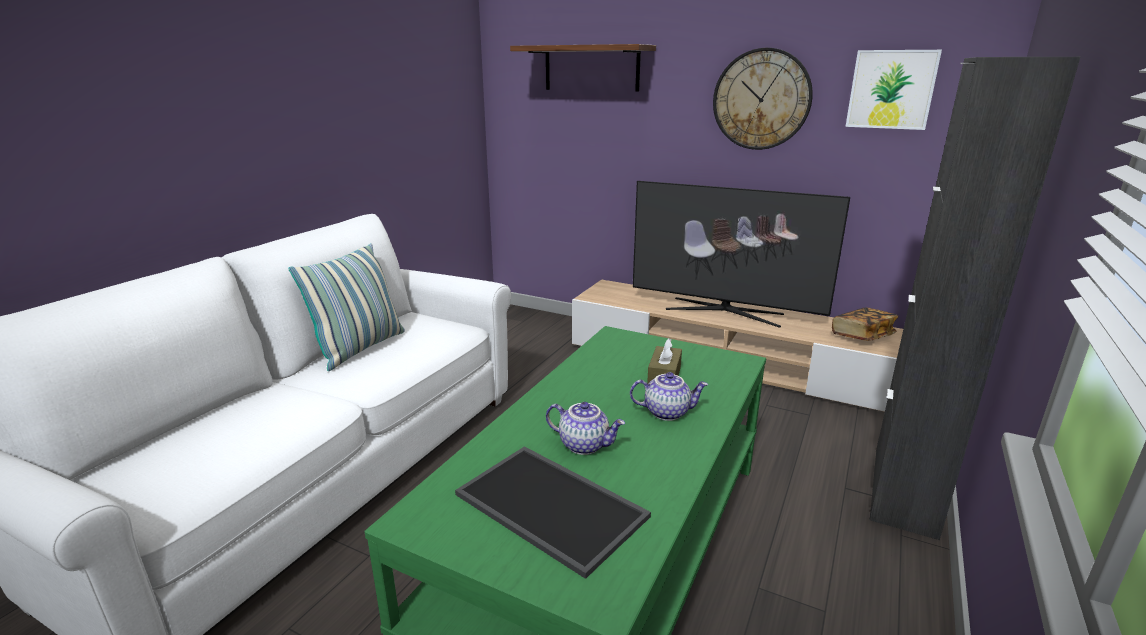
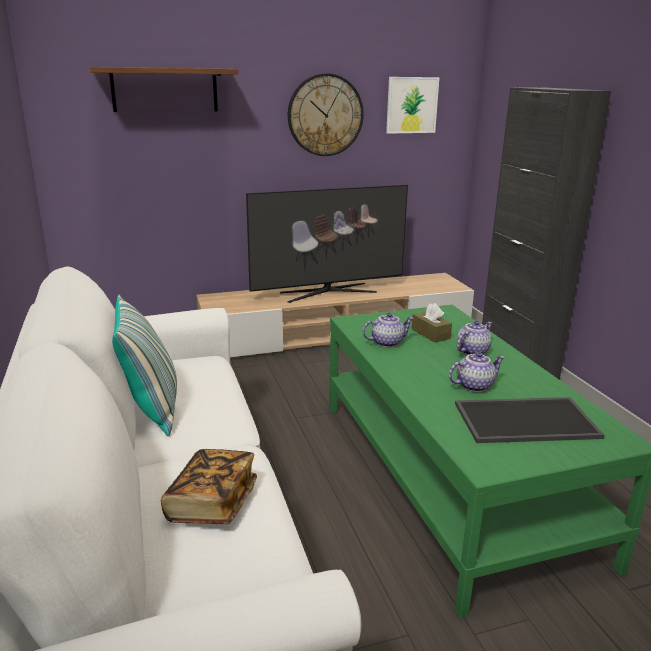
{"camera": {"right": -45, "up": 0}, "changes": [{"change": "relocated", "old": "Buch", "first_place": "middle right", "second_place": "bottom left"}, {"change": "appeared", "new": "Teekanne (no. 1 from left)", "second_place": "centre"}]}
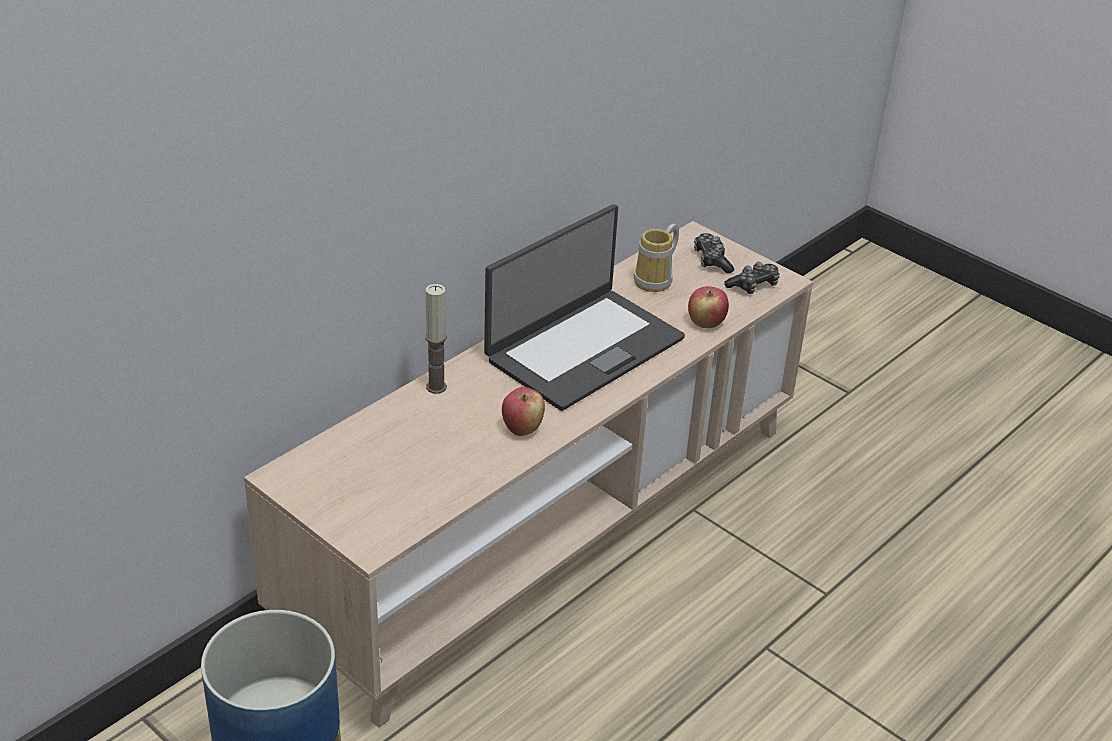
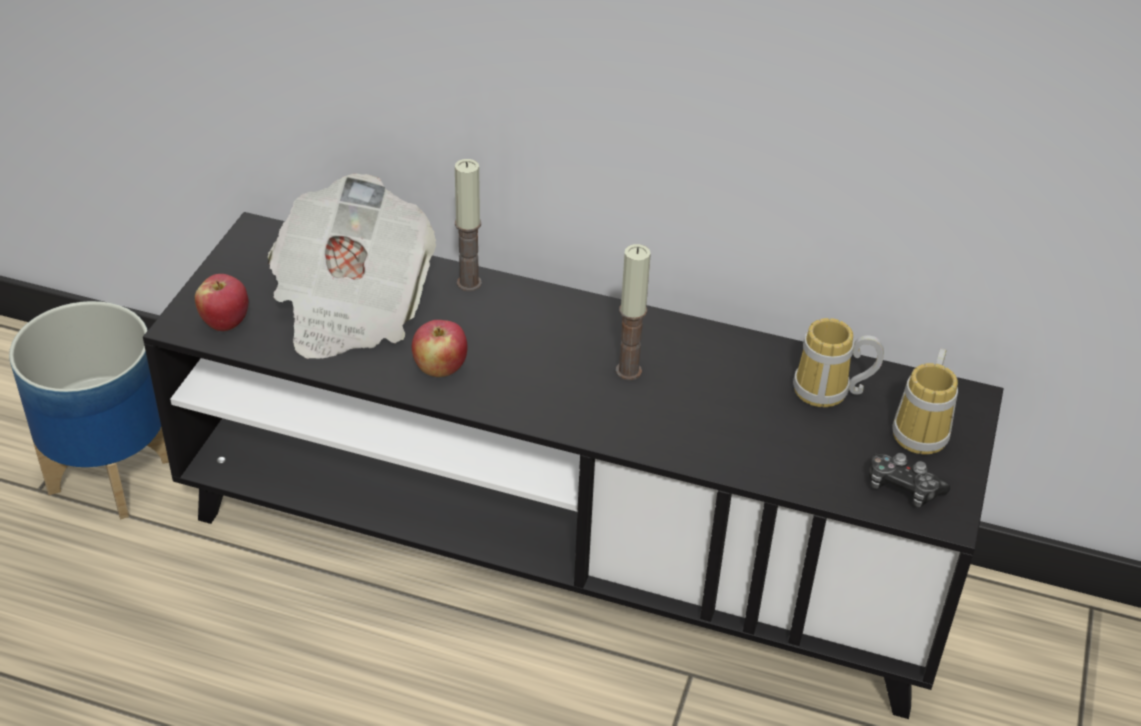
{"camera": {"right": 65, "up": 5}, "changes": [{"change": "colour", "old": "Fernsehschrank/beige", "new": "Fernsehschrank/schwarz", "first_place": "centre", "second_place": "centre"}, {"change": "relocated", "old": "Apfel (no. 2 from left in the first image)", "new": "Apfel (no. 1 from left)", "first_place": "centre", "second_place": "middle left"}, {"change": "appeared", "new": "Zeitung", "second_place": "middle left"}, {"change": "exchanged", "old": "Laptop", "new": "Kerze (no. 2 from left)", "first_place": "centre", "second_place": "centre"}, {"change": "exchanged", "old": "Gamepad (no. 1 from left)", "new": "Henkelbecher (no. 2 from left)", "first_place": "centre", "second_place": "middle right"}]}
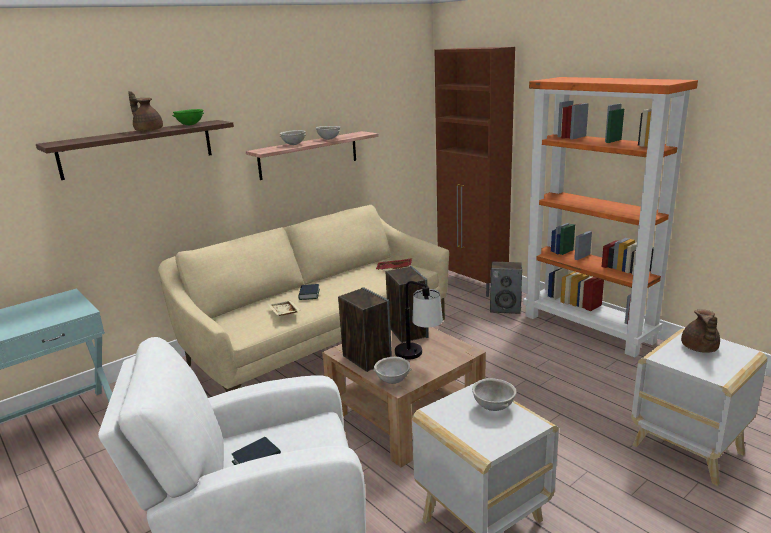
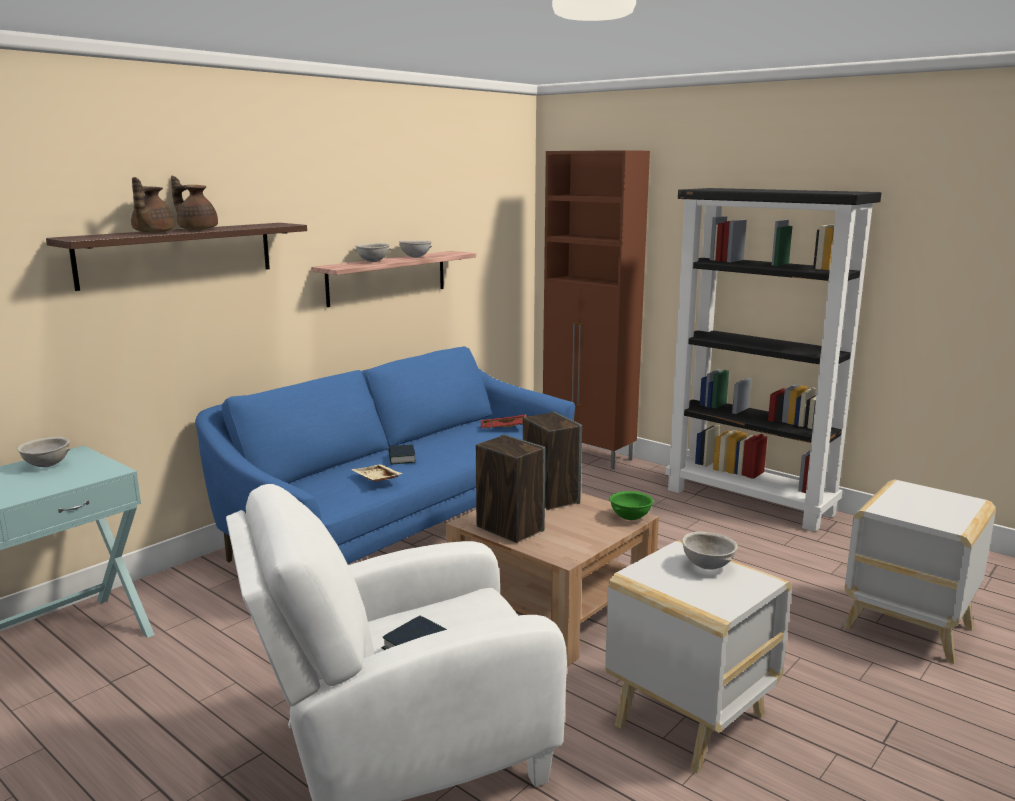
{"camera": {"right": -10, "up": -5}, "changes": [{"change": "relocated", "old": "Schüssel/grau (no. 3 from left in the first image)", "new": "Schüssel/grau (no. 1 from left)", "first_place": "bottom centre", "second_place": "middle left"}, {"change": "relocated", "old": "Teekanne/braun (no. 2 from left in the first image)", "new": "Teekanne/braun (no. 1 from left)", "first_place": "middle right", "second_place": "top left"}, {"change": "colour", "old": "Sofa/beige", "new": "Sofa/blau", "first_place": "centre", "second_place": "centre"}, {"change": "relocated", "old": "Schüssel/grün", "first_place": "top left", "second_place": "centre"}, {"change": "colour", "old": "Bücherregal/orange", "new": "Bücherregal/schwarz", "first_place": "middle right", "second_place": "middle right"}, {"change": "missing", "old": "Tischlampe", "first_place": "centre"}, {"change": "missing", "old": "Lautsprecher (no. 3 from left)", "first_place": "centre"}]}
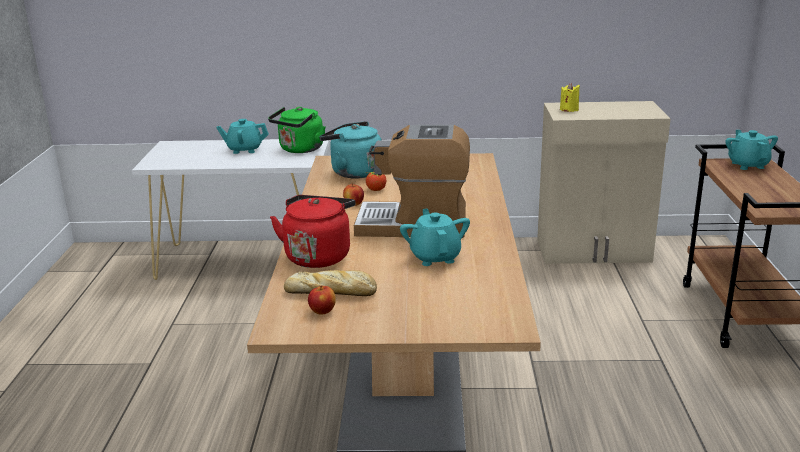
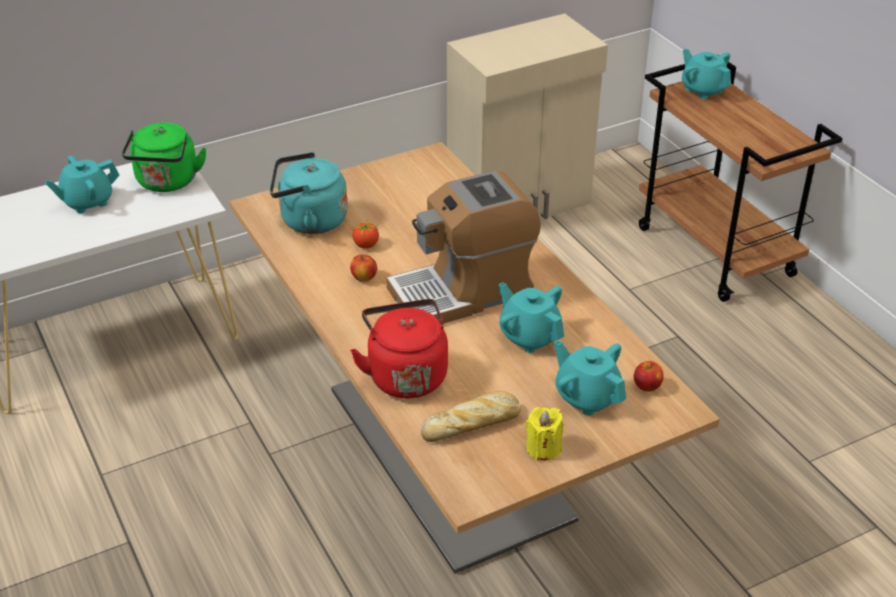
{"camera": {"right": -30, "up": 15}, "changes": [{"change": "relocated", "old": "Kerze/gelb", "first_place": "top right", "second_place": "bottom centre"}, {"change": "appeared", "new": "Teekanne/türkis (no. 3 from left)", "second_place": "centre"}, {"change": "relocated", "old": "Apfel (no. 1 from left in the first image)", "new": "Apfel (no. 2 from left)", "first_place": "centre", "second_place": "middle right"}]}
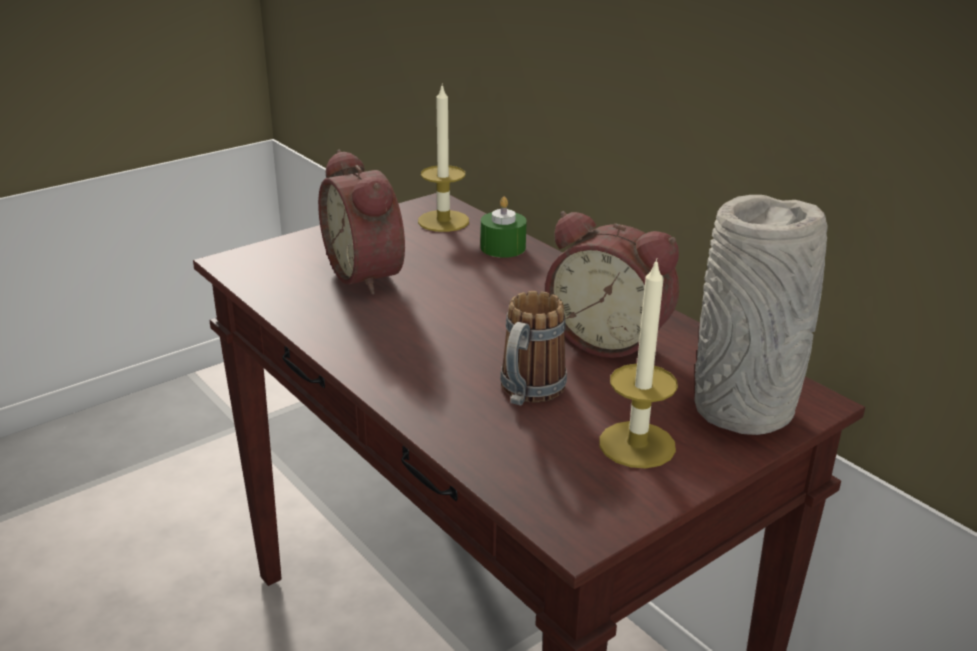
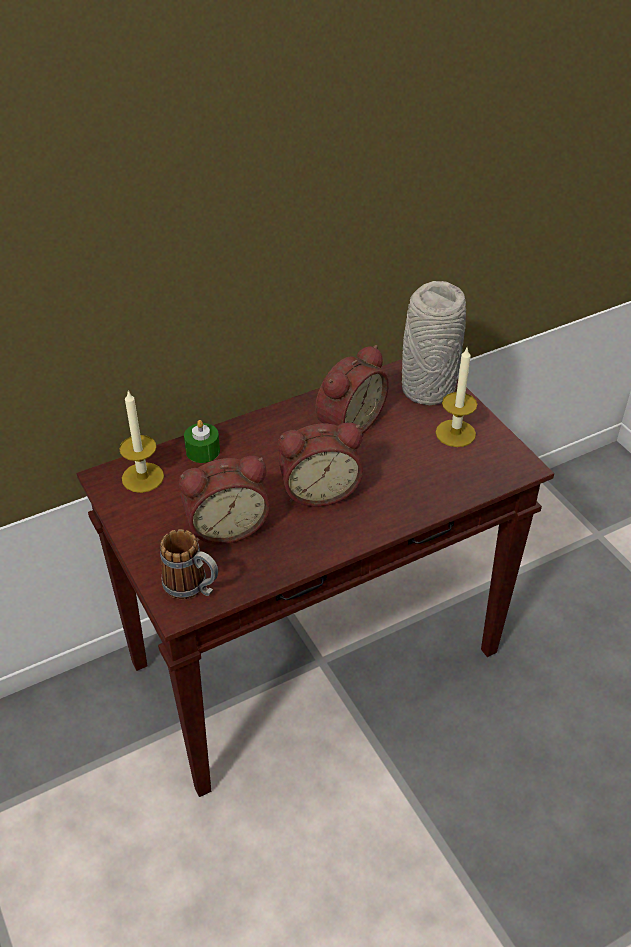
{"camera": {"right": -80, "up": 15}, "changes": [{"change": "relocated", "old": "Henkelbecher", "first_place": "centre", "second_place": "middle left"}, {"change": "appeared", "new": "Wecker (no. 2 from left)", "second_place": "centre"}]}
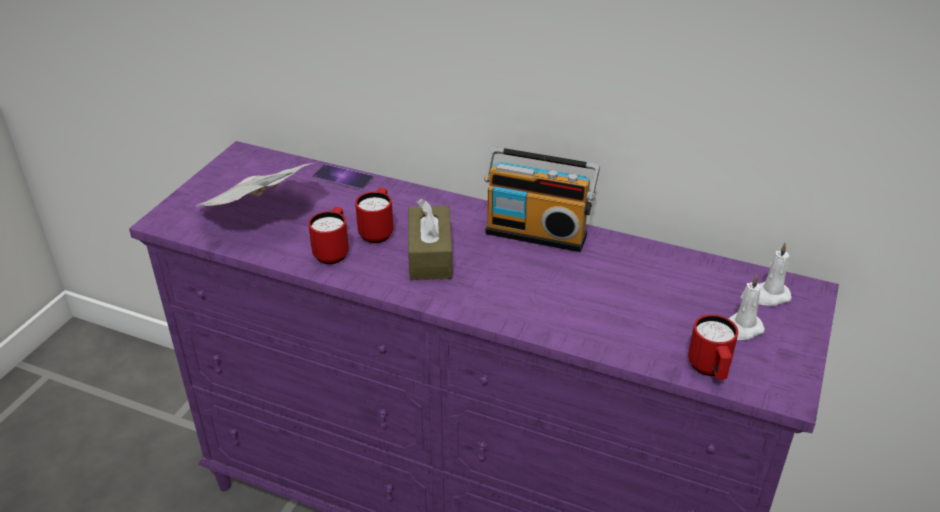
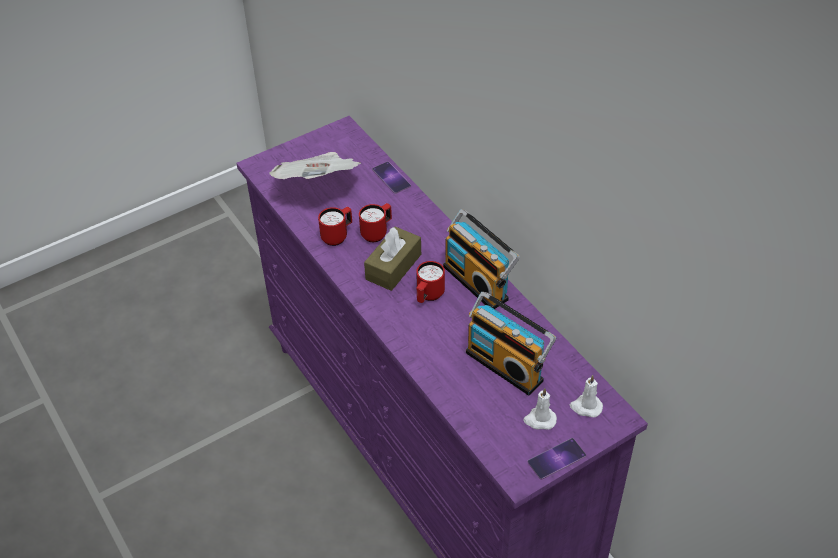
{"camera": {"right": 35, "up": 10}, "changes": [{"change": "relocated", "old": "Henkelbecher/rot (no. 3 from left)", "first_place": "bottom right", "second_place": "centre"}, {"change": "appeared", "new": "Radio (no. 2 from left)", "second_place": "centre"}, {"change": "appeared", "new": "Handy (no. 2 from left)", "second_place": "bottom centre"}]}
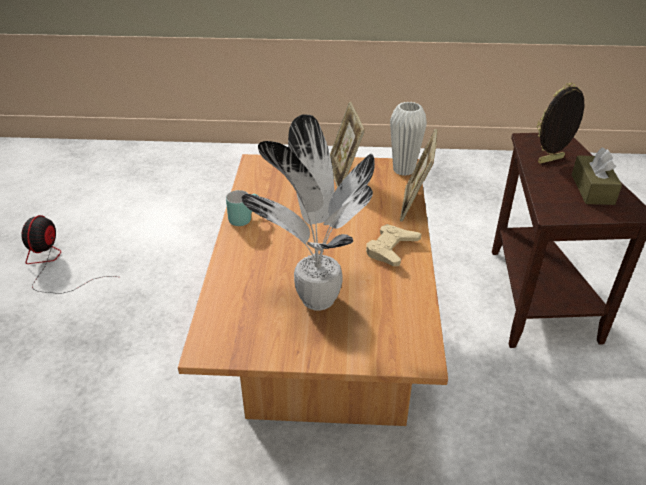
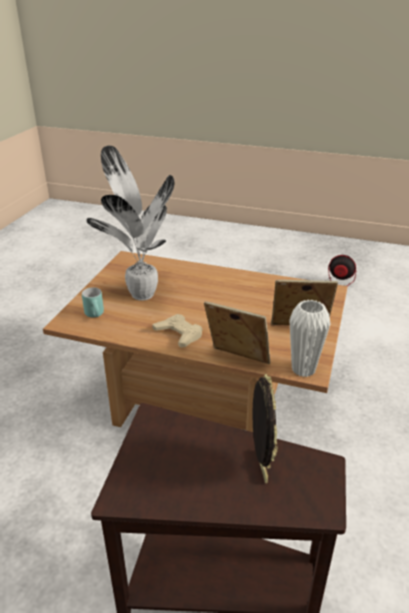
{"camera": {"right": 105, "up": -5}, "changes": [{"change": "relocated", "old": "Henkelbecher/türkis", "first_place": "centre", "second_place": "middle left"}, {"change": "missing", "old": "Taschentuchbox/braun", "first_place": "middle right"}]}
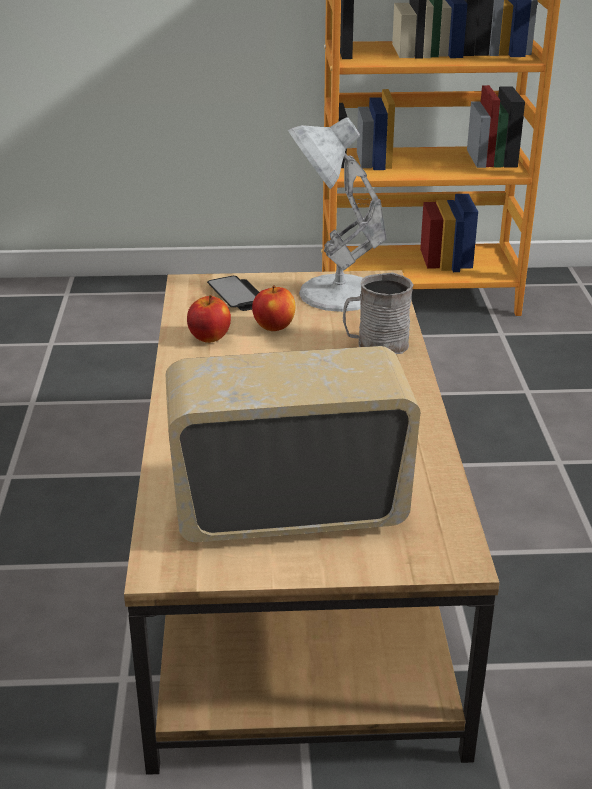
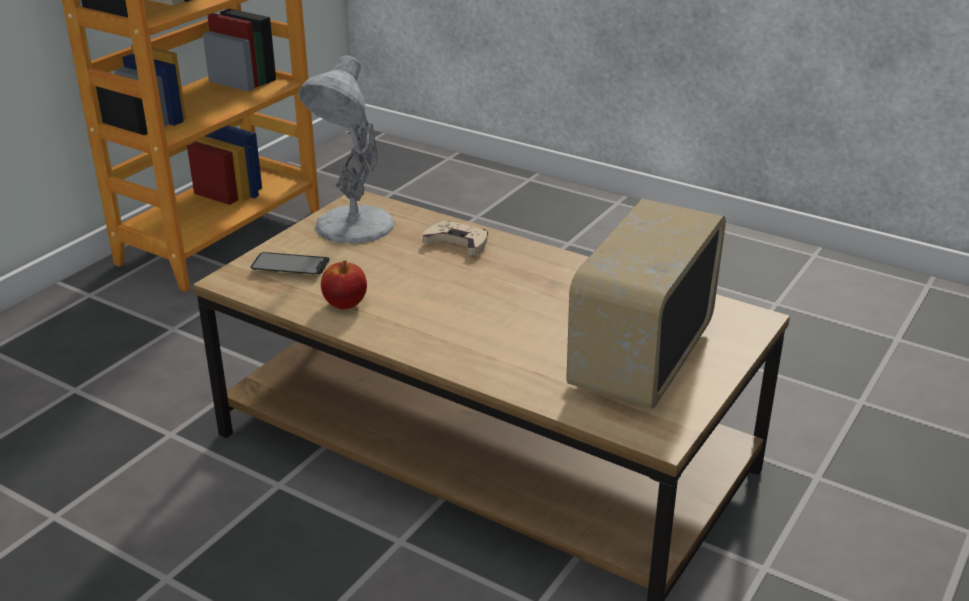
{"camera": {"right": -55, "up": 0}, "changes": [{"change": "exchanged", "old": "Henkelbecher/grau", "new": "Gamepad/beige", "first_place": "centre", "second_place": "centre"}, {"change": "missing", "old": "Apfel (no. 2 from left)", "first_place": "centre"}]}
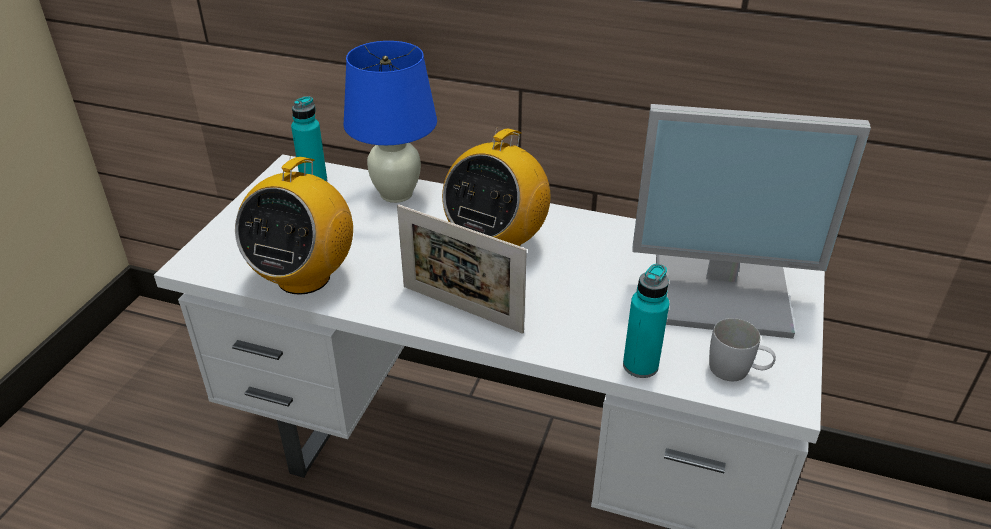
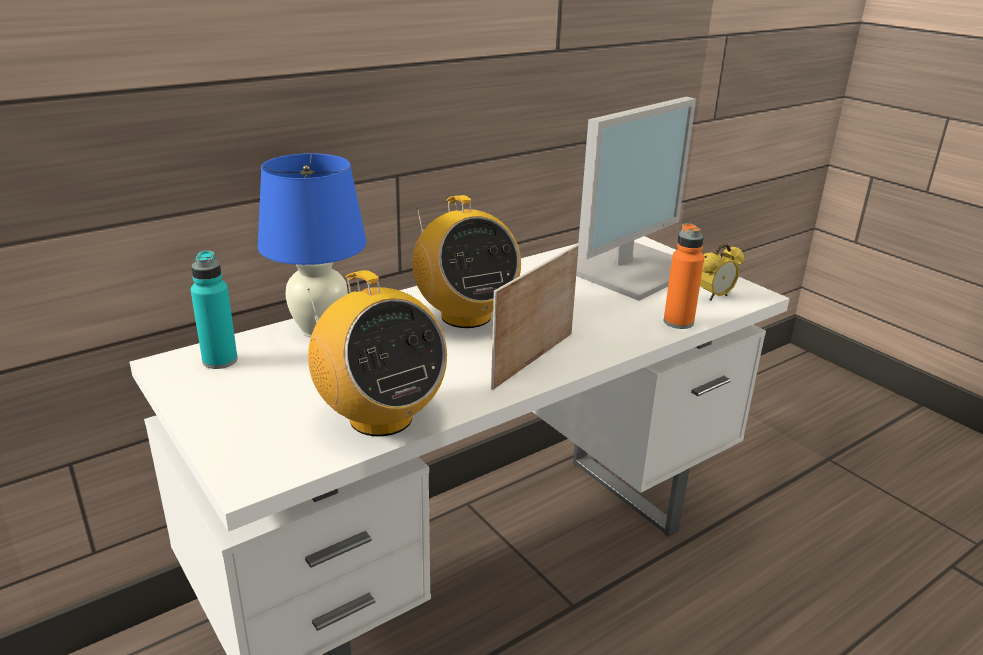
{"camera": {"right": -55, "up": -10}, "changes": [{"change": "spun", "old": "Bilderrahmen", "first_place": "centre", "second_place": "centre", "degrees": 150}, {"change": "colour", "old": "Flasche/türkis (no. 2 from left)", "new": "Flasche/orange", "first_place": "centre", "second_place": "middle right"}, {"change": "exchanged", "old": "Henkelbecher/weiß", "new": "Wecker", "first_place": "middle right", "second_place": "middle right"}]}
